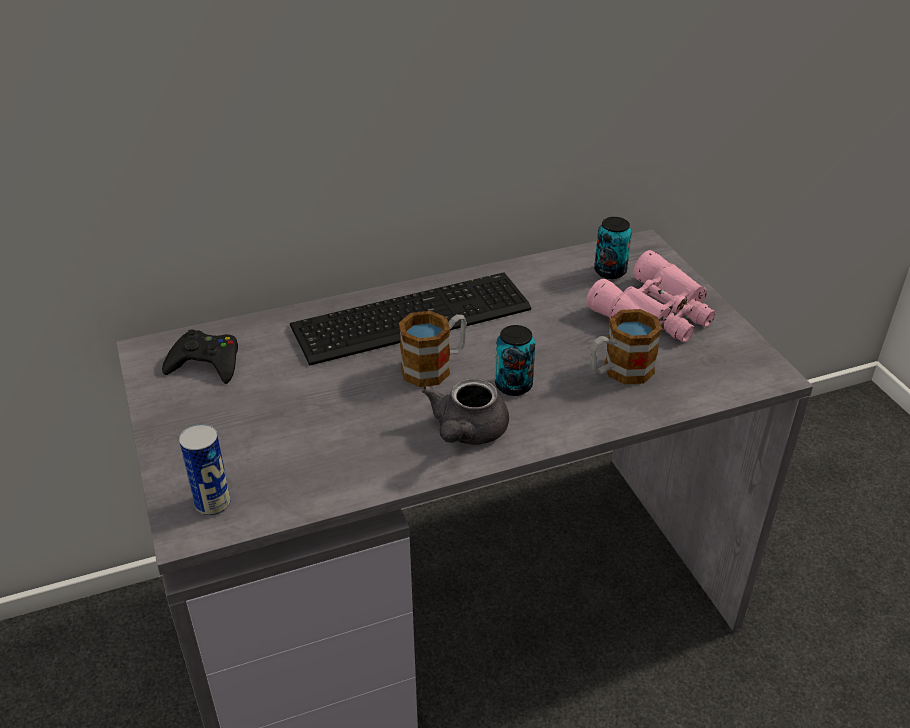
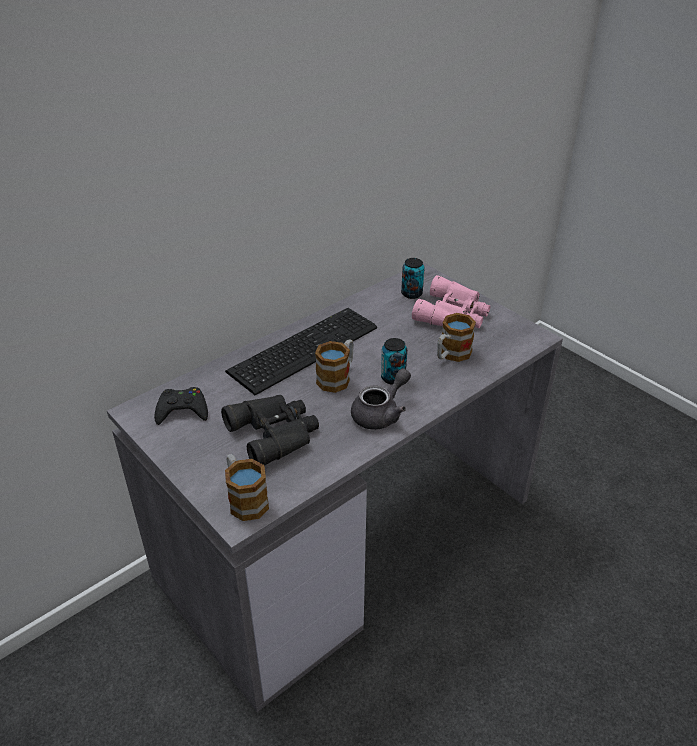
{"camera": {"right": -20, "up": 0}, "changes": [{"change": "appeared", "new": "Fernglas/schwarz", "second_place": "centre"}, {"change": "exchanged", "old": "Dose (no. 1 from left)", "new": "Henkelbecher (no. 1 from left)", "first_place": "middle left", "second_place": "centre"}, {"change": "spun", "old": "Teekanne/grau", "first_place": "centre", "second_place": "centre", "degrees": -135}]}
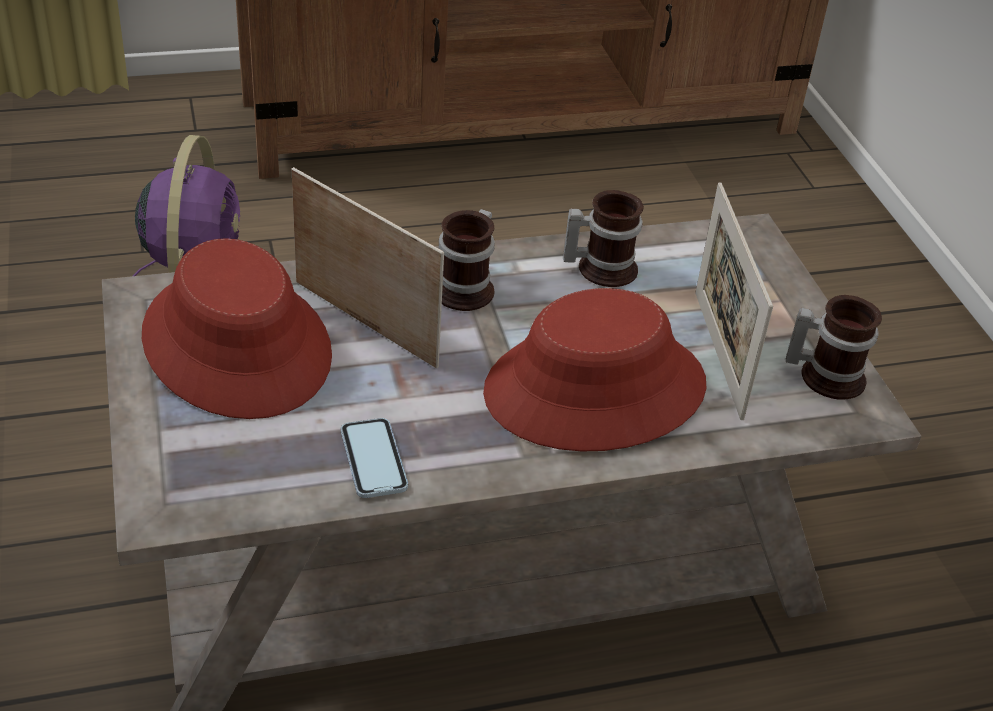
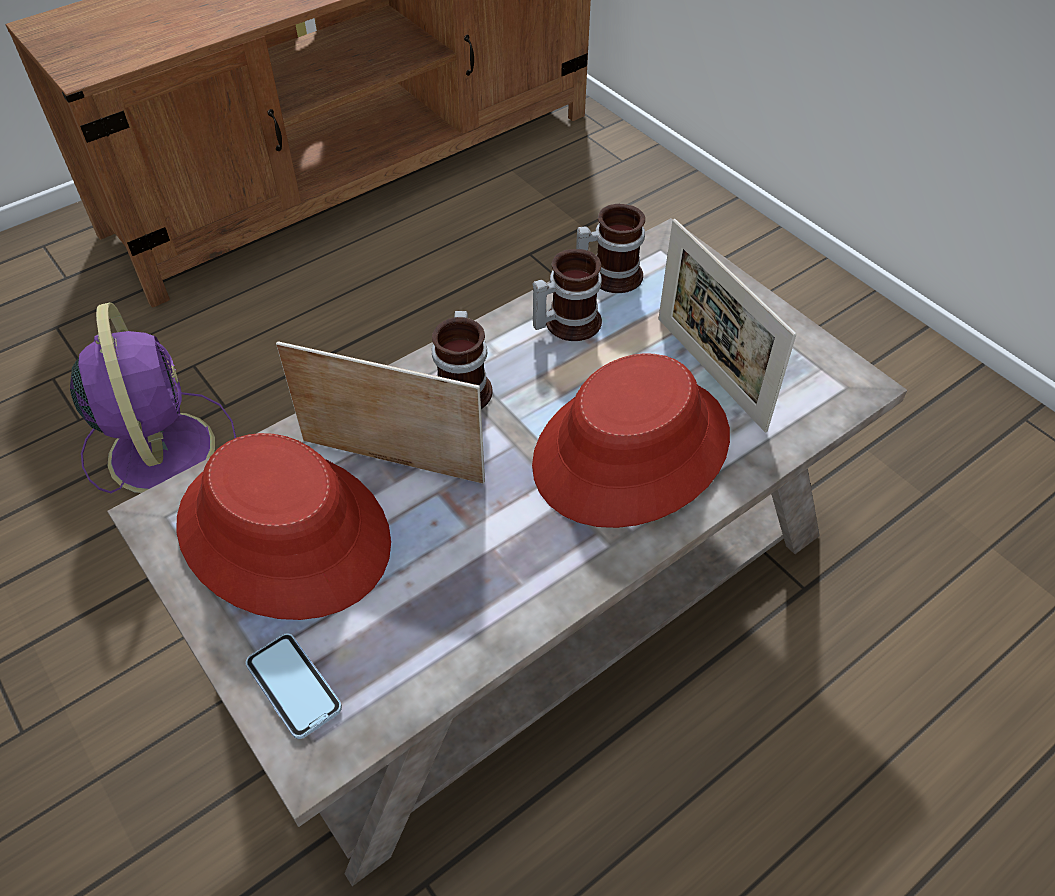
{"camera": {"right": -20, "up": 10}, "changes": [{"change": "relocated", "old": "Handy", "first_place": "centre", "second_place": "bottom left"}, {"change": "relocated", "old": "Henkelbecher (no. 3 from left)", "first_place": "middle right", "second_place": "top centre"}]}
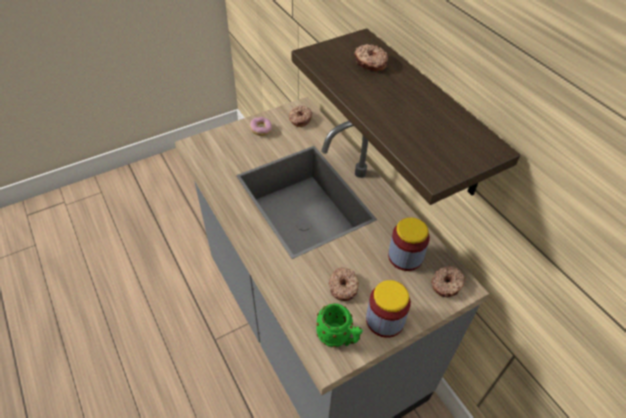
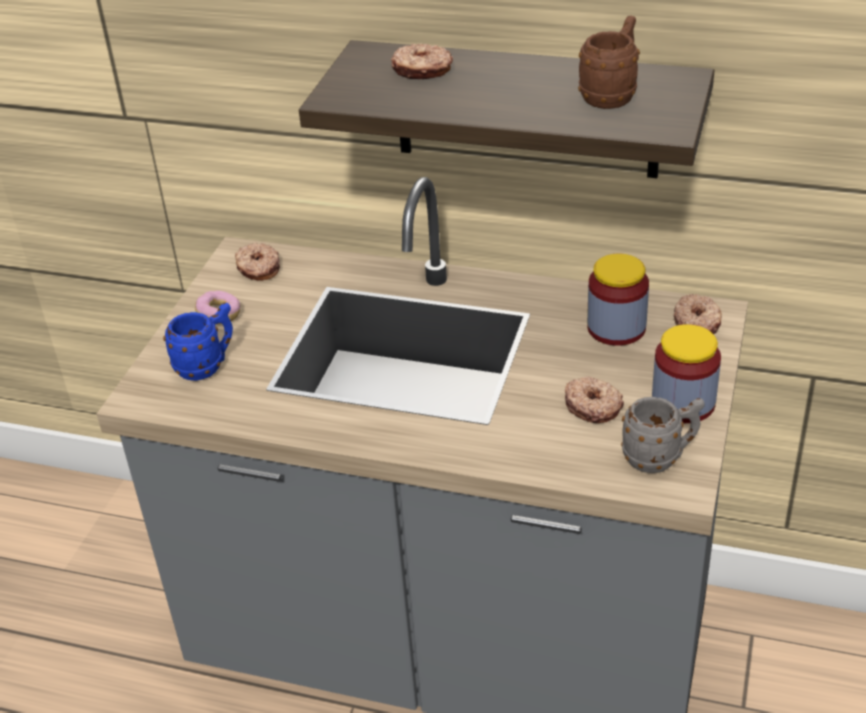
{"camera": {"right": -40, "up": -10}, "changes": [{"change": "appeared", "new": "Henkelbecher/blau", "second_place": "middle left"}, {"change": "appeared", "new": "Henkelbecher/braun", "second_place": "top right"}, {"change": "colour", "old": "Henkelbecher/grün", "new": "Henkelbecher/grau", "first_place": "bottom centre", "second_place": "middle right"}]}
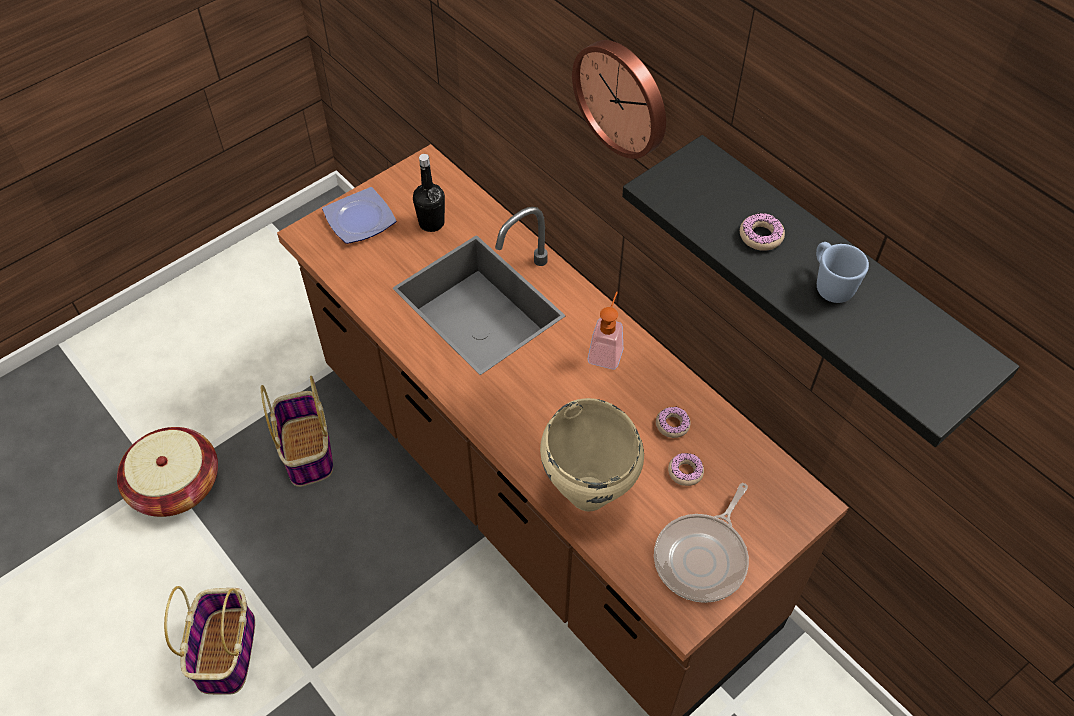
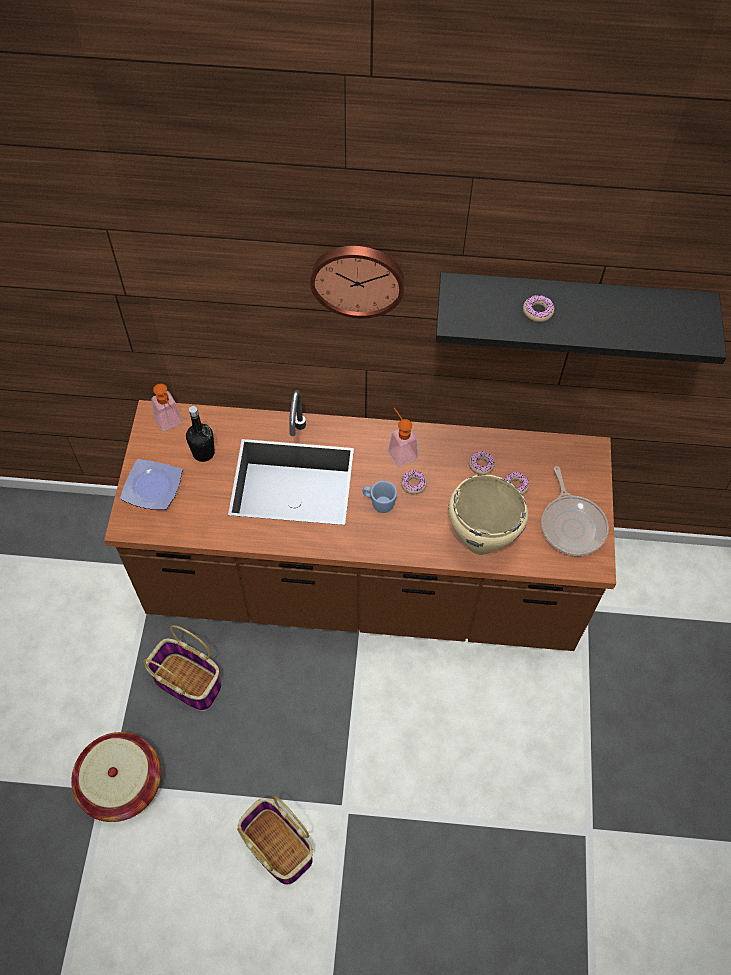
{"camera": {"right": -45, "up": 5}, "changes": [{"change": "appeared", "new": "Seifenspender (no. 1 from left)", "second_place": "middle left"}, {"change": "relocated", "old": "Henkelbecher/blau", "first_place": "middle right", "second_place": "centre"}, {"change": "appeared", "new": "Donut (no. 1 from left)", "second_place": "centre"}]}
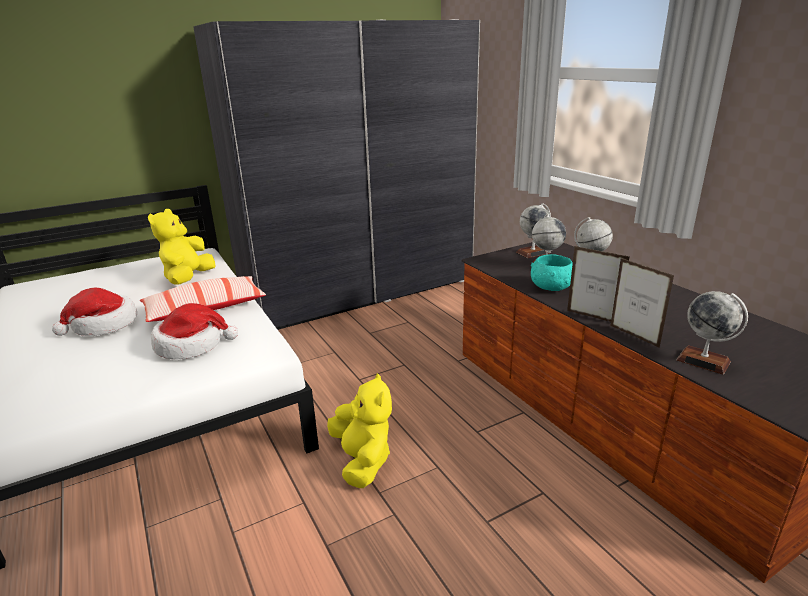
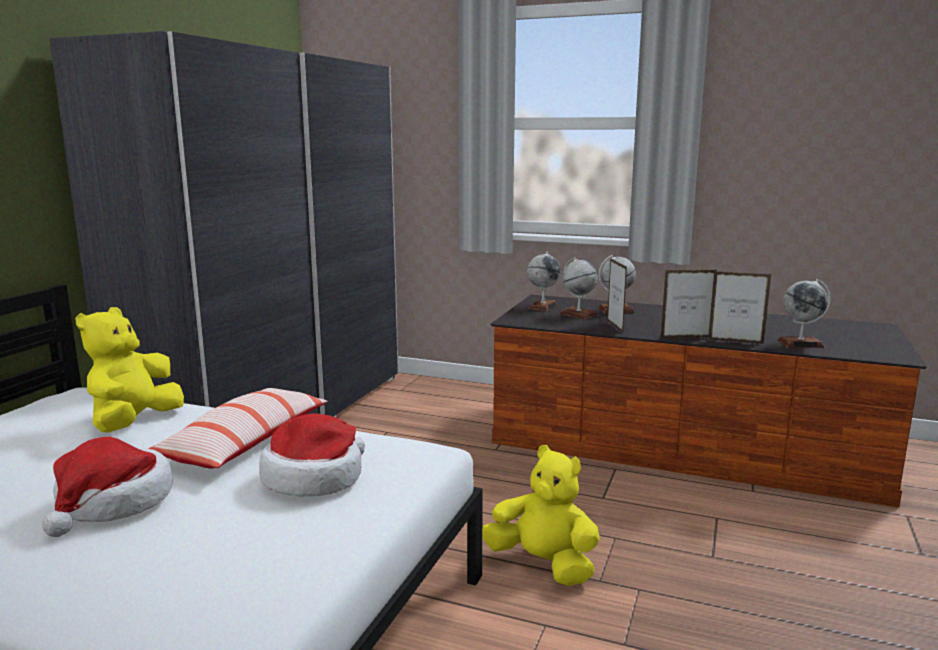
{"camera": {"right": -40, "up": -10}, "changes": [{"change": "spun", "old": "Plüschtier/gelb (no. 1 from left)", "first_place": "middle left", "second_place": "middle left", "degrees": 45}, {"change": "exchanged", "old": "Schüssel/türkis", "new": "Bilderrahmen (no. 1 from left)", "first_place": "middle right", "second_place": "centre"}]}
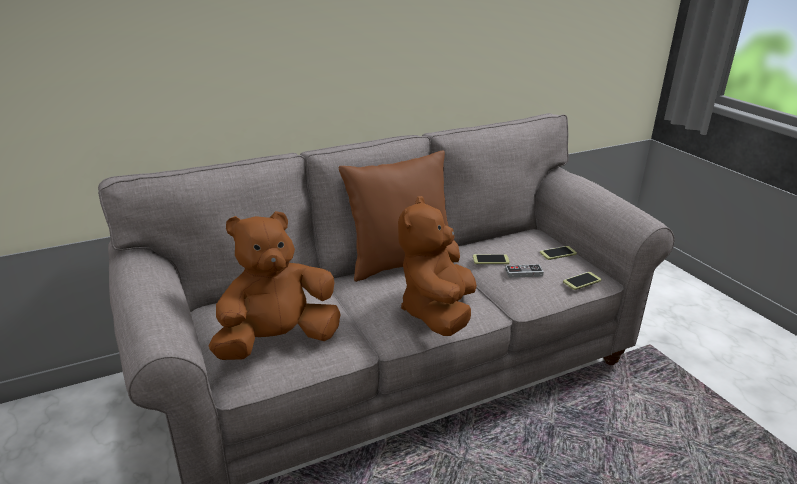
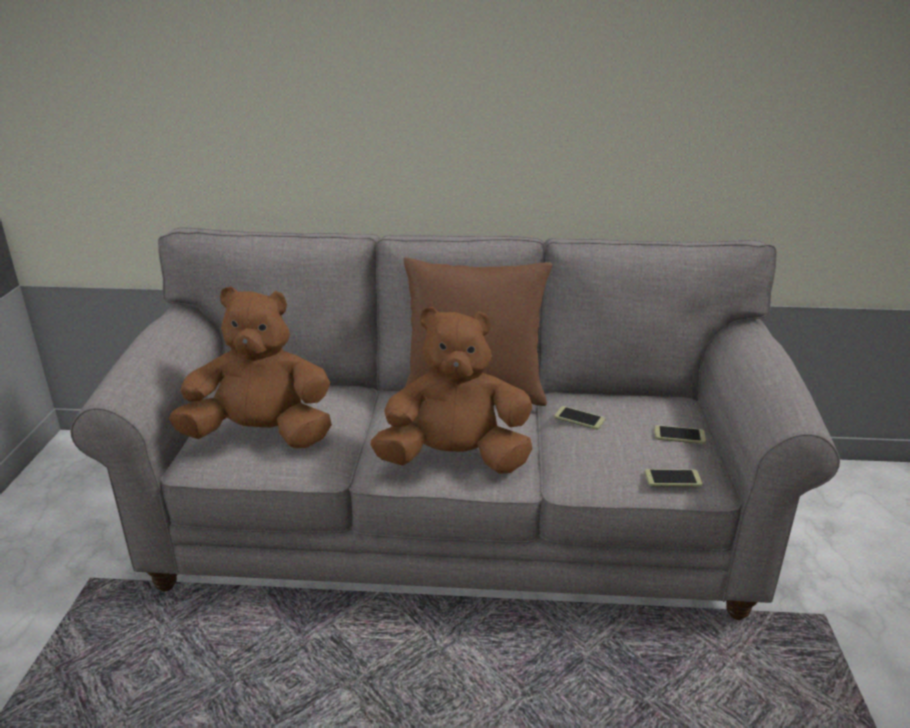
{"camera": {"right": 30, "up": 0}, "changes": [{"change": "spun", "old": "Plüschtier/braun (no. 2 from left)", "first_place": "centre", "second_place": "centre", "degrees": 45}, {"change": "missing", "old": "Gamepad", "first_place": "centre"}]}
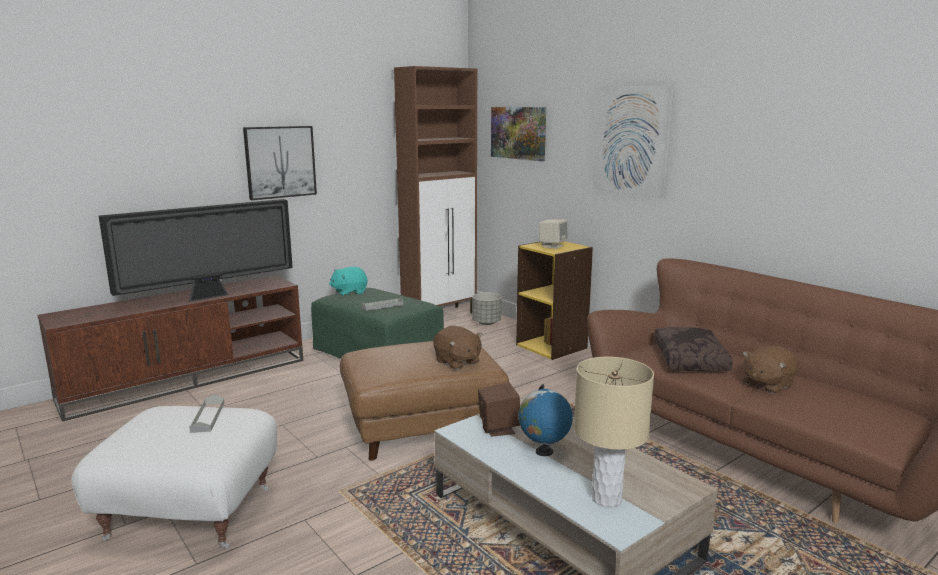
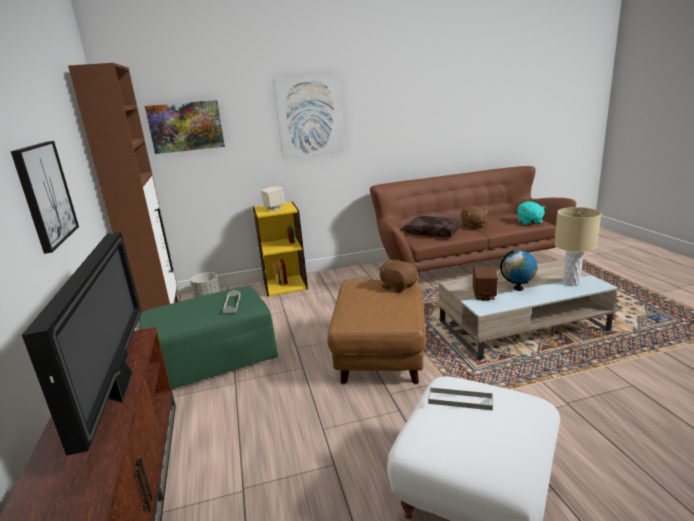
{"camera": {"right": -65, "up": 5}, "changes": [{"change": "spun", "old": "Plüschtier/braun (no. 1 from left)", "first_place": "centre", "second_place": "centre", "degrees": -120}, {"change": "relocated", "old": "Plüschtier/türkis", "first_place": "centre", "second_place": "middle right"}]}
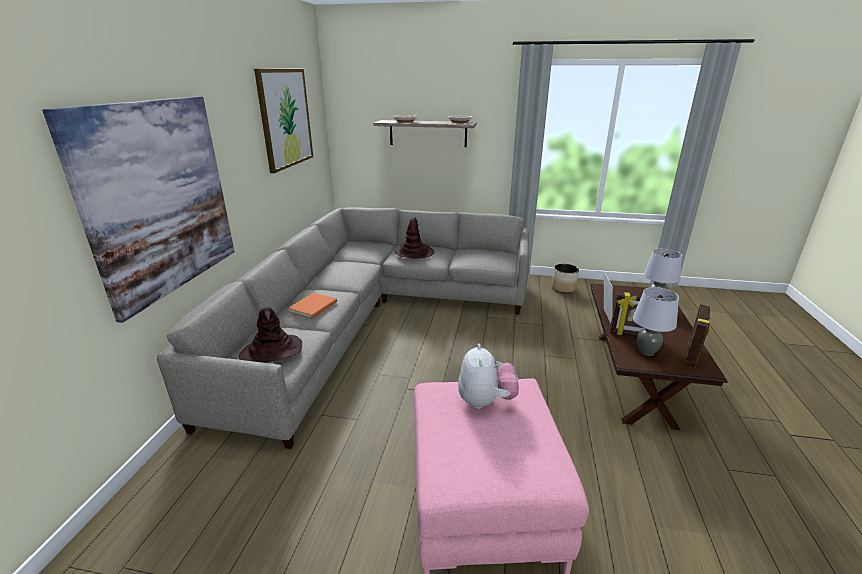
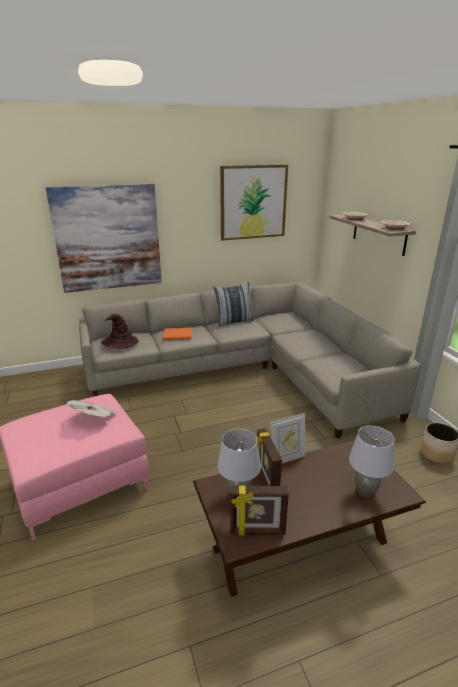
{"camera": {"right": 60, "up": 0}, "changes": [{"change": "exchanged", "old": "Plüschtier", "new": "Zeitung", "first_place": "centre", "second_place": "middle left"}, {"change": "appeared", "new": "Kissen", "second_place": "centre"}, {"change": "missing", "old": "Hut/braun (no. 2 from left)", "first_place": "centre"}]}
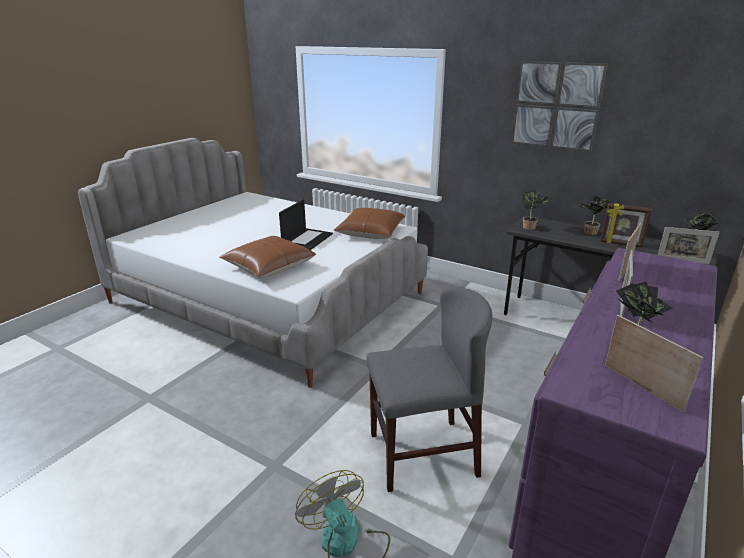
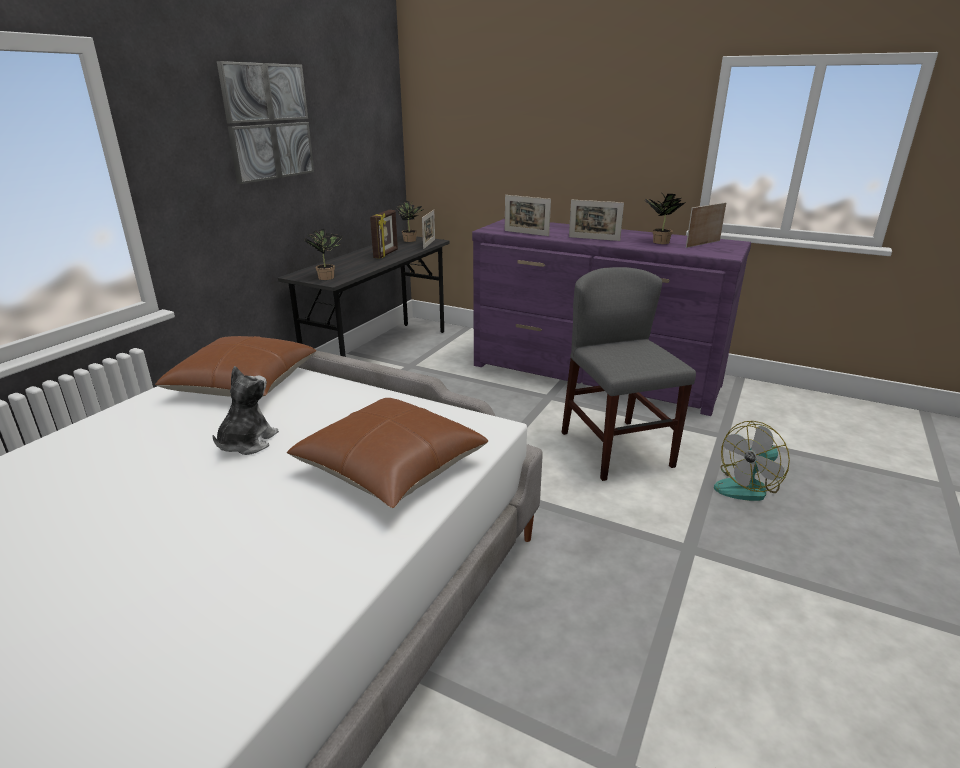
{"camera": {"right": -95, "up": 0}, "changes": [{"change": "exchanged", "old": "Laptop", "new": "Plüschtier", "first_place": "centre", "second_place": "middle left"}, {"change": "missing", "old": "Topfpflanze (no. 2 from left)", "first_place": "middle right"}]}
